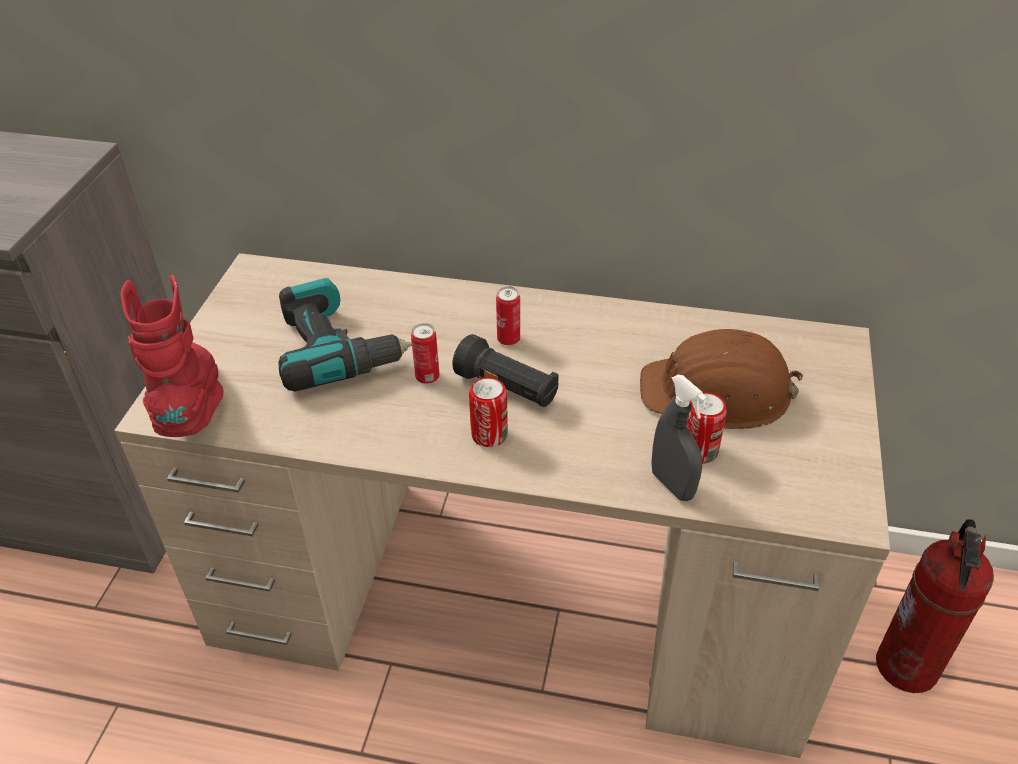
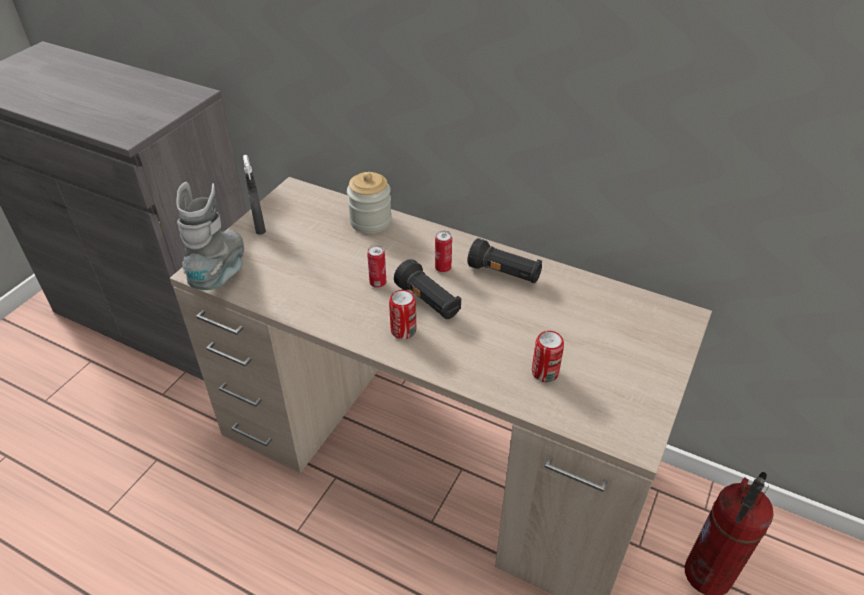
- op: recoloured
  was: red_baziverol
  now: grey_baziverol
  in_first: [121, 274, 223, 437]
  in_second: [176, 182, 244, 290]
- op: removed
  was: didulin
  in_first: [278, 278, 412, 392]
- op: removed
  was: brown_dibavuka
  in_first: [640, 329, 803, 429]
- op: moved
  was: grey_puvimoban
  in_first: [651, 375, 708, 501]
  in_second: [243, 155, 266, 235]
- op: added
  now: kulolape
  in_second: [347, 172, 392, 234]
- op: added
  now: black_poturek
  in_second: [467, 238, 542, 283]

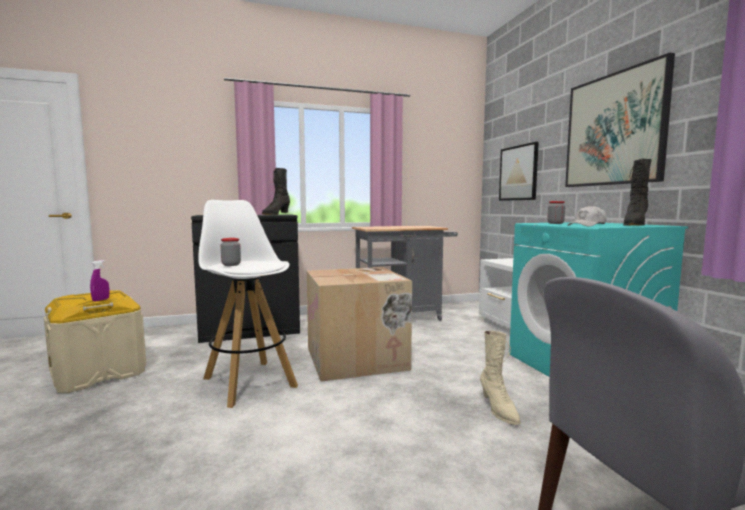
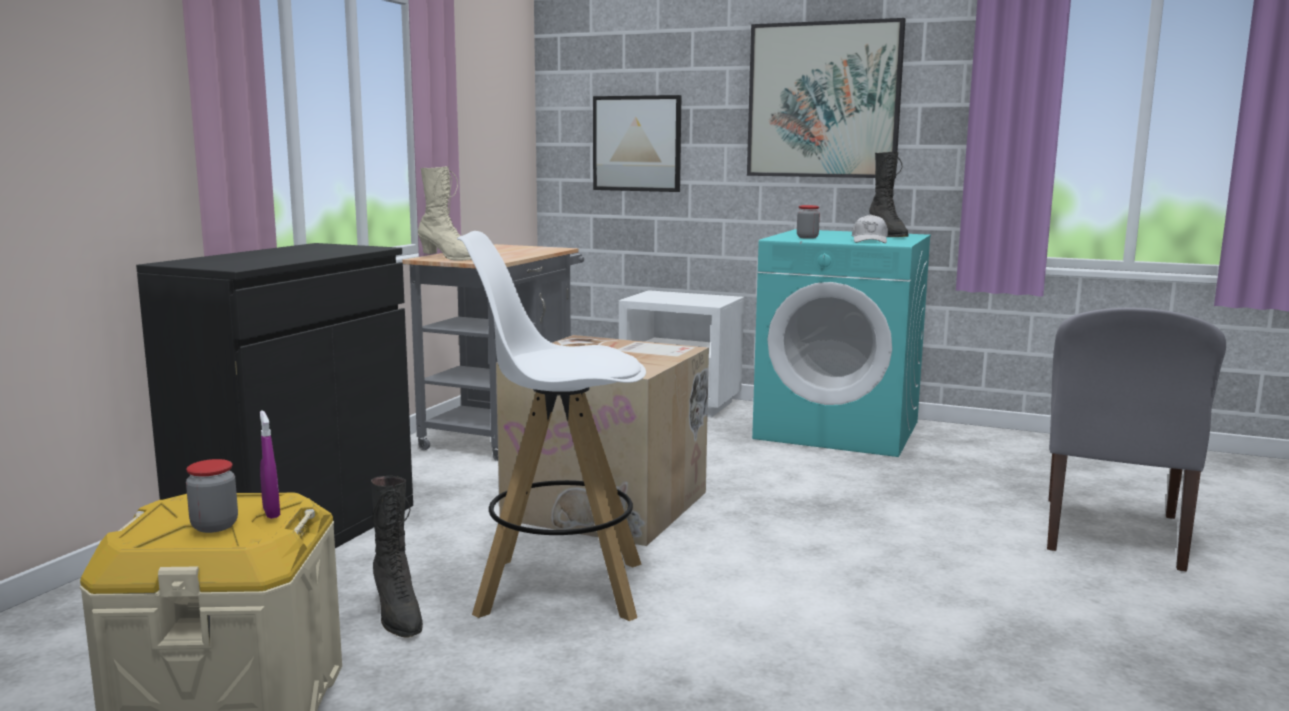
- op: moved
  was: kulolape
  in_first: [221, 238, 241, 266]
  in_second: [186, 459, 238, 533]
- op: moved
  was: black_baziverol
  in_first: [262, 168, 290, 215]
  in_second: [371, 476, 423, 638]
- op: moved
  was: beige_baziverol
  in_first: [480, 331, 521, 425]
  in_second: [418, 166, 472, 261]

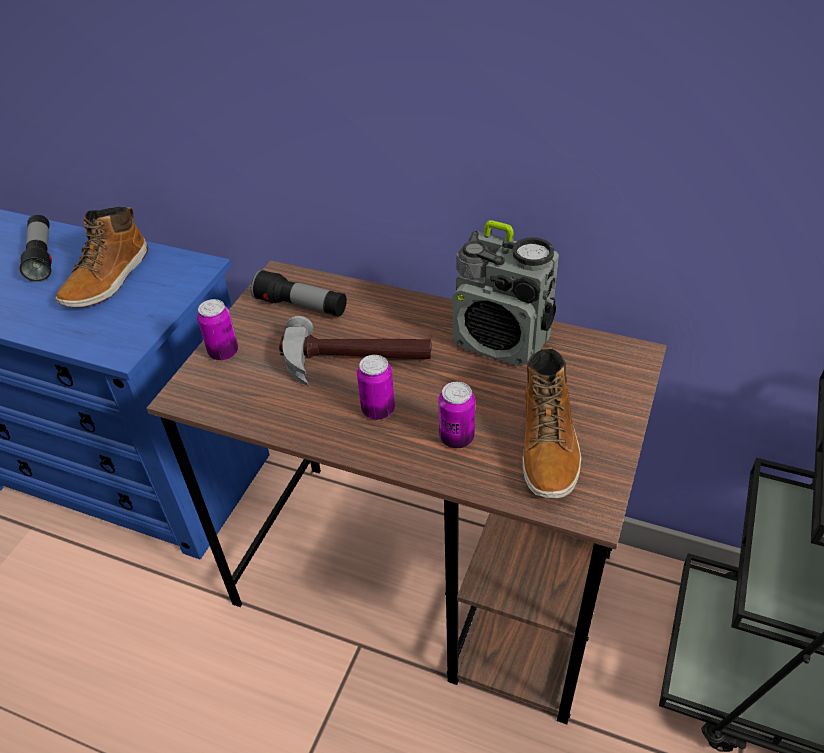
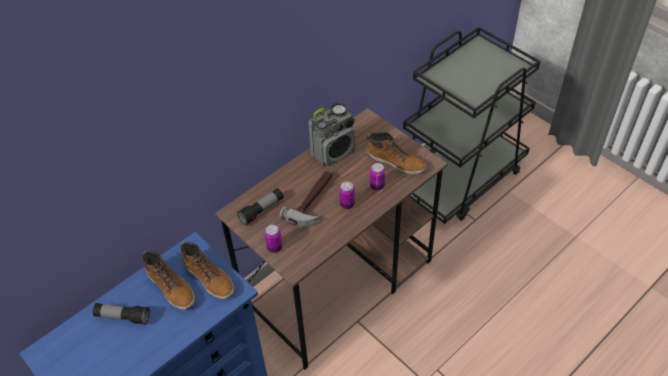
- op: added
  now: baziverol
  in_second: [180, 242, 234, 299]

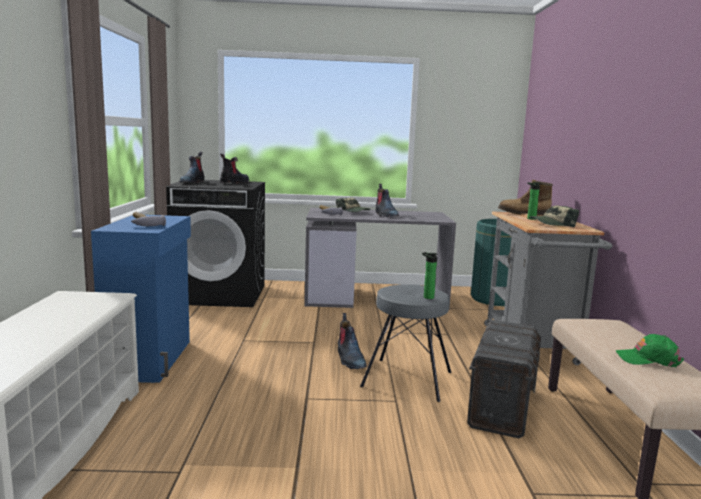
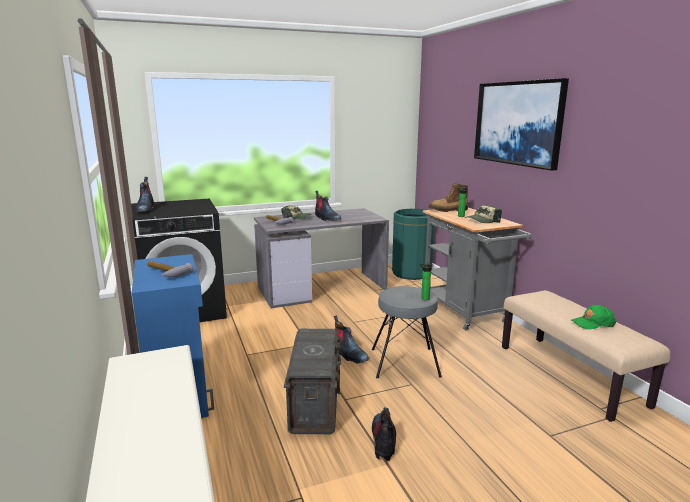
- op: moved
  was: baziverol
  in_first: [220, 154, 249, 183]
  in_second: [372, 407, 396, 461]
- op: moved
  was: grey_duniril
  in_first: [467, 320, 541, 438]
  in_second: [284, 329, 341, 434]
- op: added
  now: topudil
  in_second: [474, 78, 569, 171]

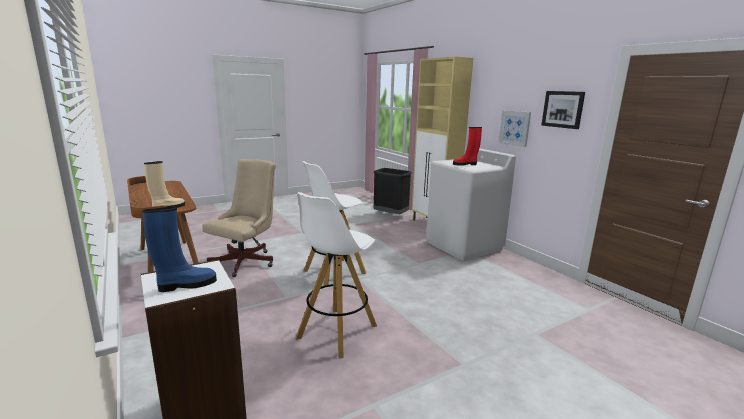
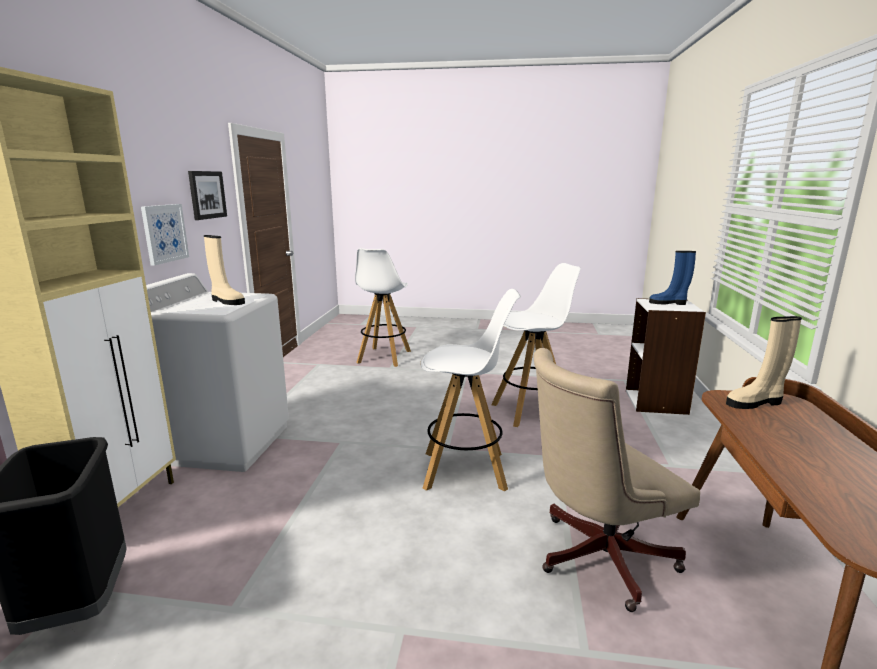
- op: recoloured
  was: red_baziverol
  now: beige_baziverol
  in_first: [453, 127, 482, 165]
  in_second: [204, 235, 245, 305]
- op: added
  now: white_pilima
  in_second: [355, 248, 411, 367]

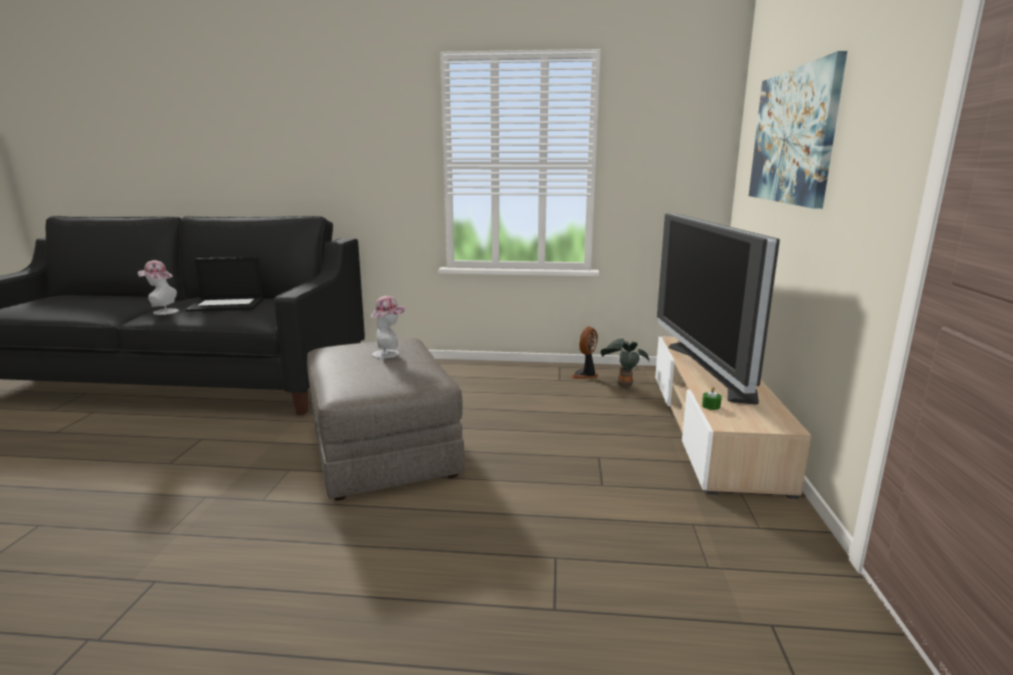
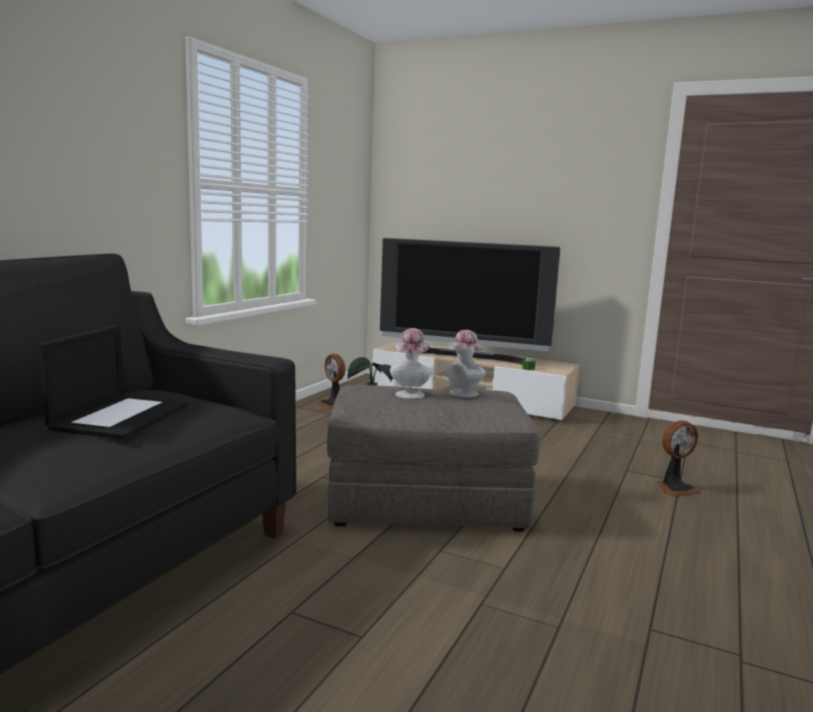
- op: moved
  was: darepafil
  in_first: [138, 260, 179, 315]
  in_second: [445, 330, 486, 398]
- op: removed
  was: topudil
  in_first: [749, 51, 847, 209]
- op: added
  now: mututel
  in_second: [657, 420, 701, 497]

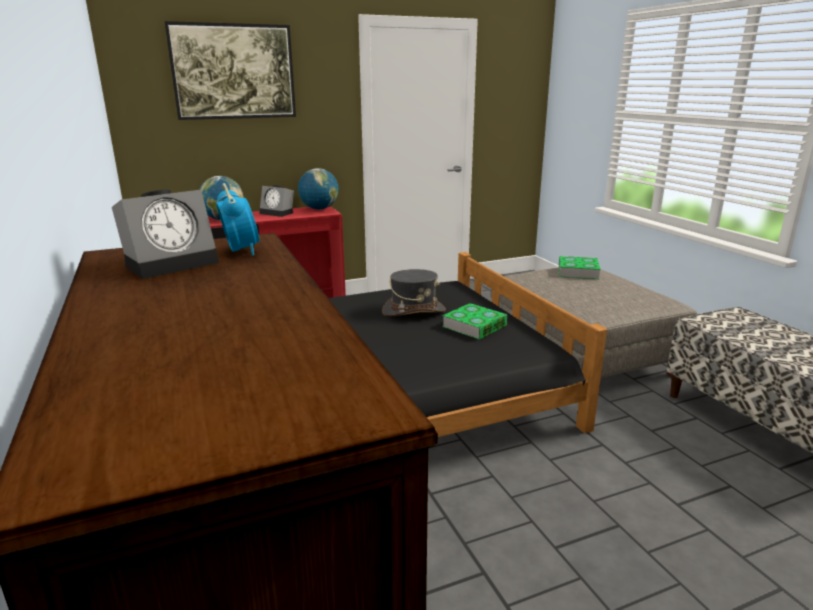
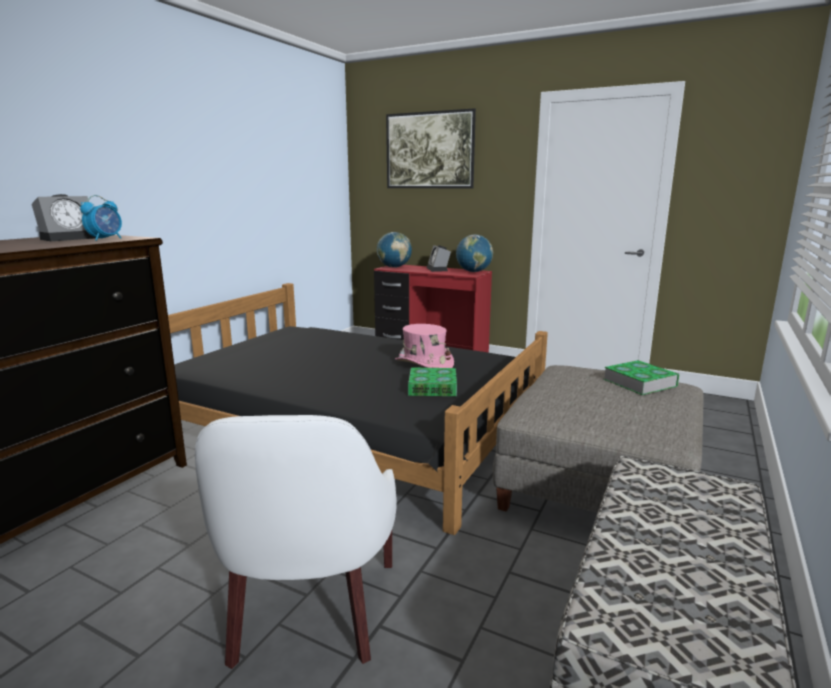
- op: turned
  was: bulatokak
  in_first: [112, 189, 219, 279]
  in_second: [32, 194, 96, 241]
  clockwise: -60
- op: recoloured
  was: grey_darepafil
  now: pink_darepafil
  in_first: [382, 269, 446, 316]
  in_second: [395, 324, 454, 368]
- op: added
  now: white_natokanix
  in_second: [195, 415, 397, 669]

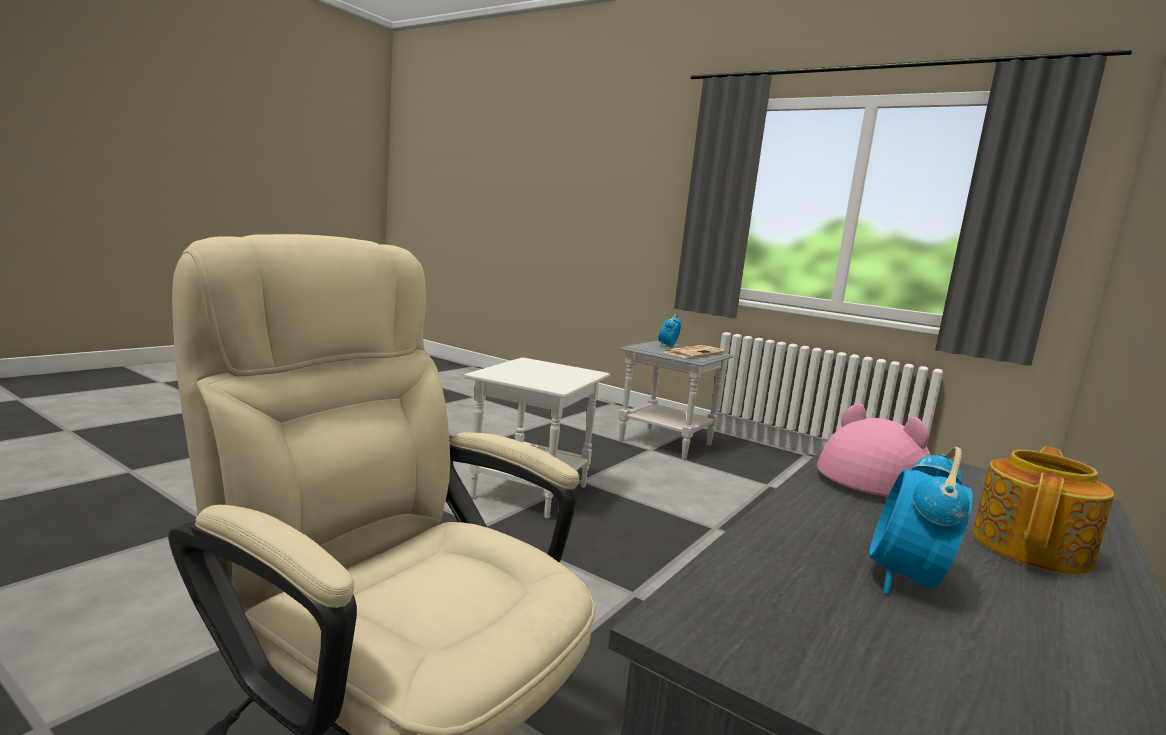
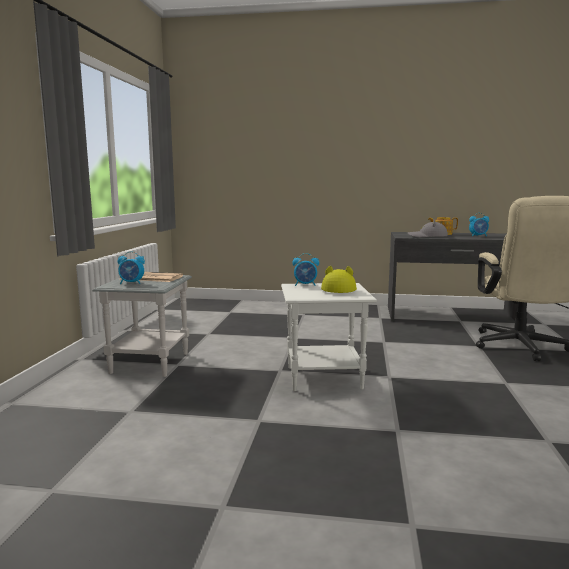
- op: recoloured
  was: pink_darepafil
  now: grey_darepafil
  in_first: [817, 403, 931, 497]
  in_second: [408, 219, 448, 238]
- op: added
  now: bulatokak
  in_second: [292, 253, 319, 286]
- op: added
  now: yellow_darepafil
  in_second: [321, 266, 357, 293]

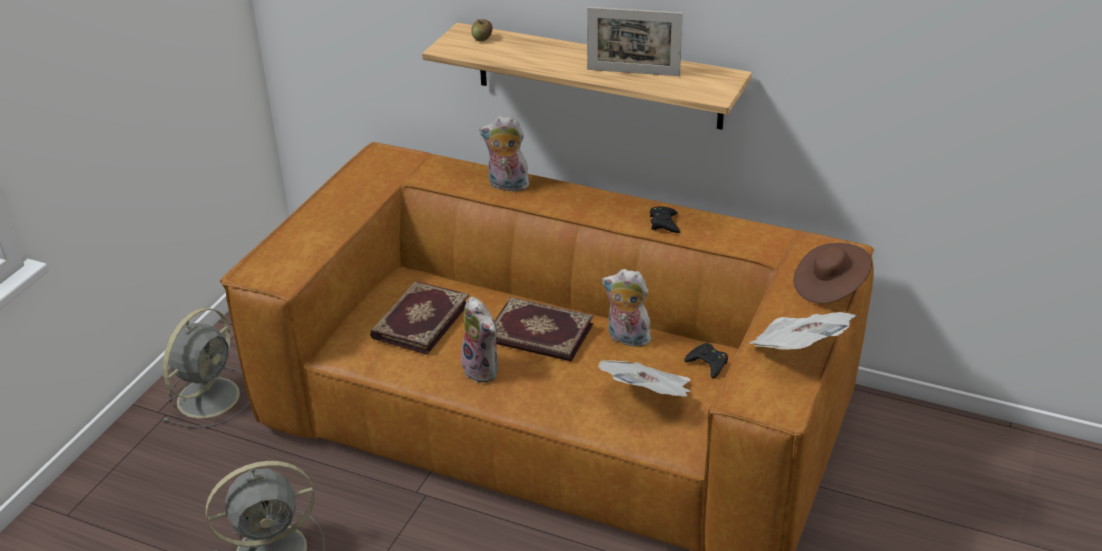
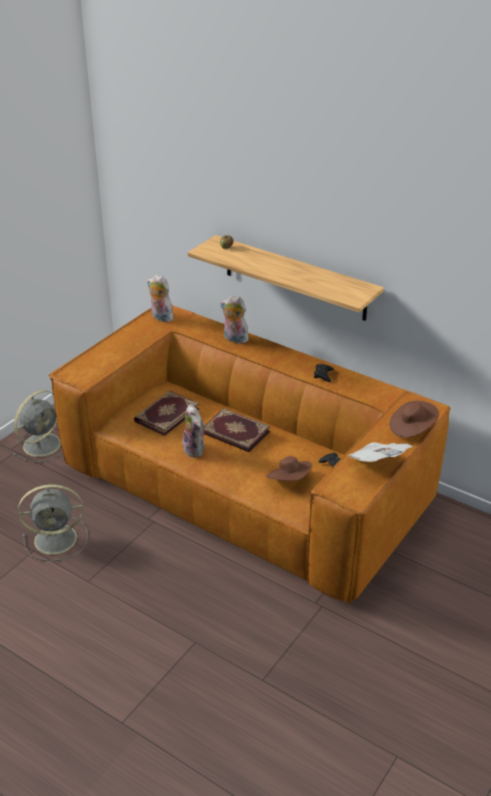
- op: removed
  was: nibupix
  in_first: [587, 7, 683, 76]
- op: replaced
  was: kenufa
  now: brown_darepafil
  in_first: [599, 360, 691, 397]
  in_second: [266, 456, 312, 481]
- op: moved
  was: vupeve
  in_first: [602, 269, 653, 347]
  in_second: [147, 275, 174, 322]

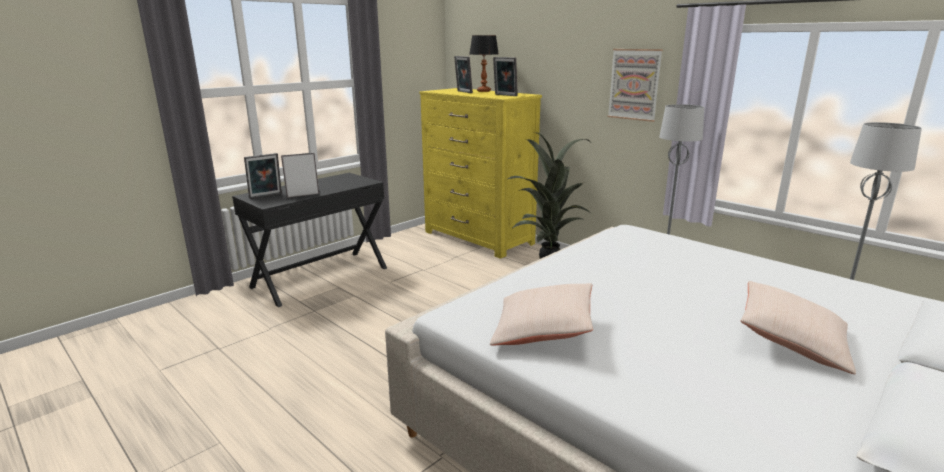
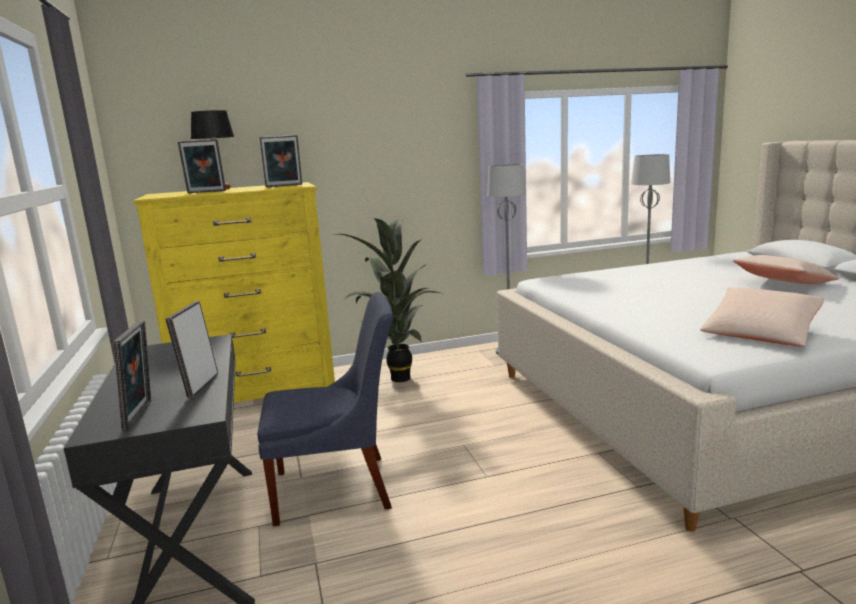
- op: removed
  was: topudil
  in_first: [608, 49, 663, 122]
- op: added
  now: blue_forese
  in_second: [257, 292, 393, 526]

